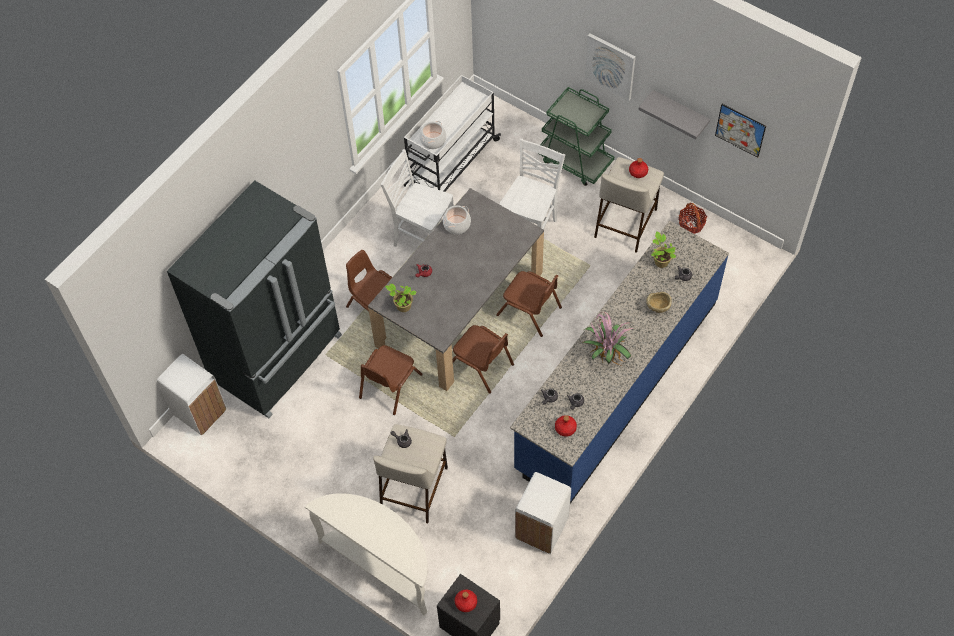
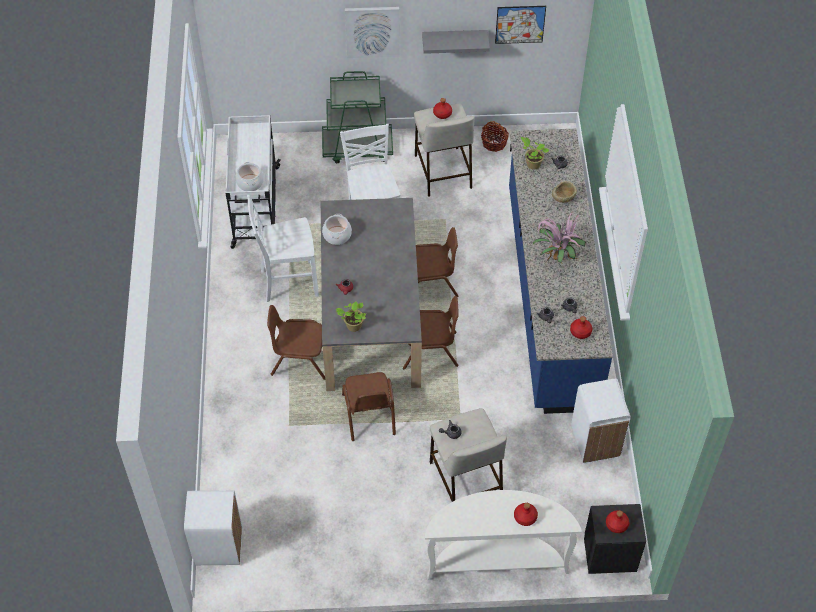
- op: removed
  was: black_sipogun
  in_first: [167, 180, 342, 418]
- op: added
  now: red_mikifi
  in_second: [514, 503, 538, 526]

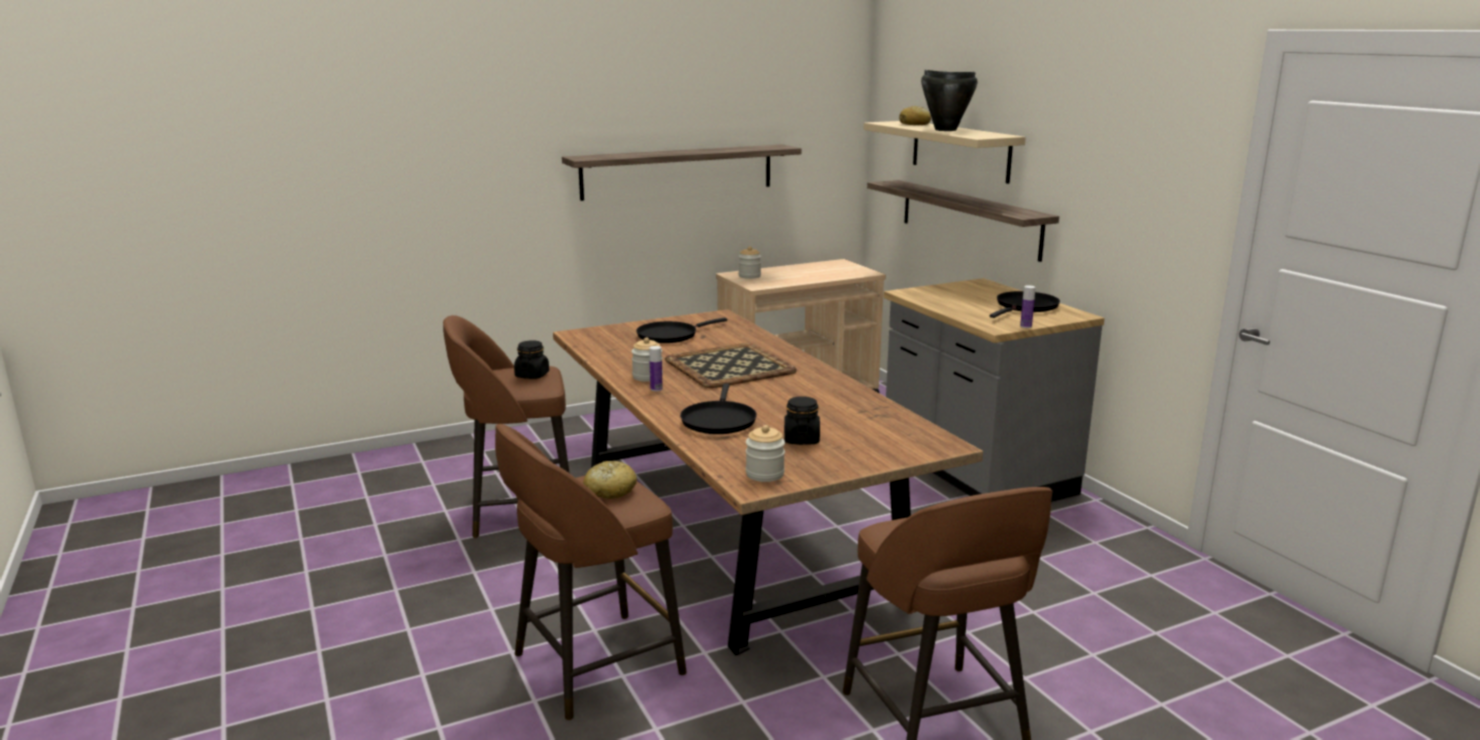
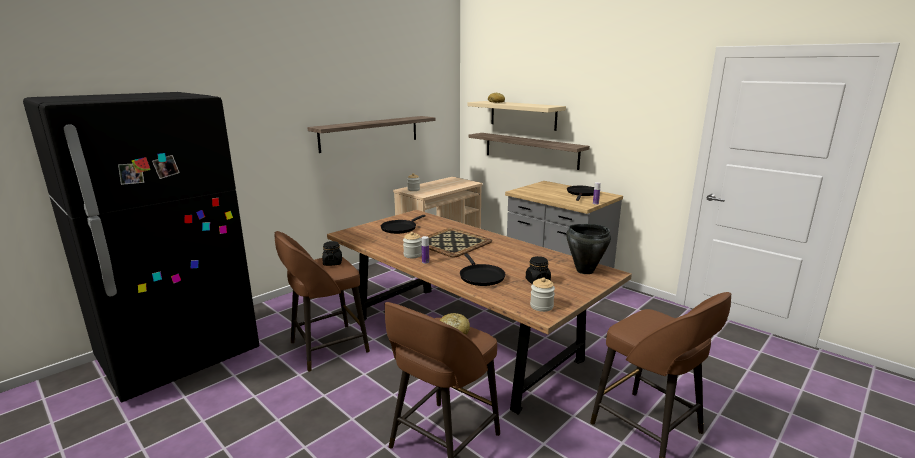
- op: moved
  was: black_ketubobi
  in_first: [921, 70, 977, 131]
  in_second: [566, 224, 611, 274]
- op: added
  now: black_sipogun
  in_second: [23, 92, 260, 402]

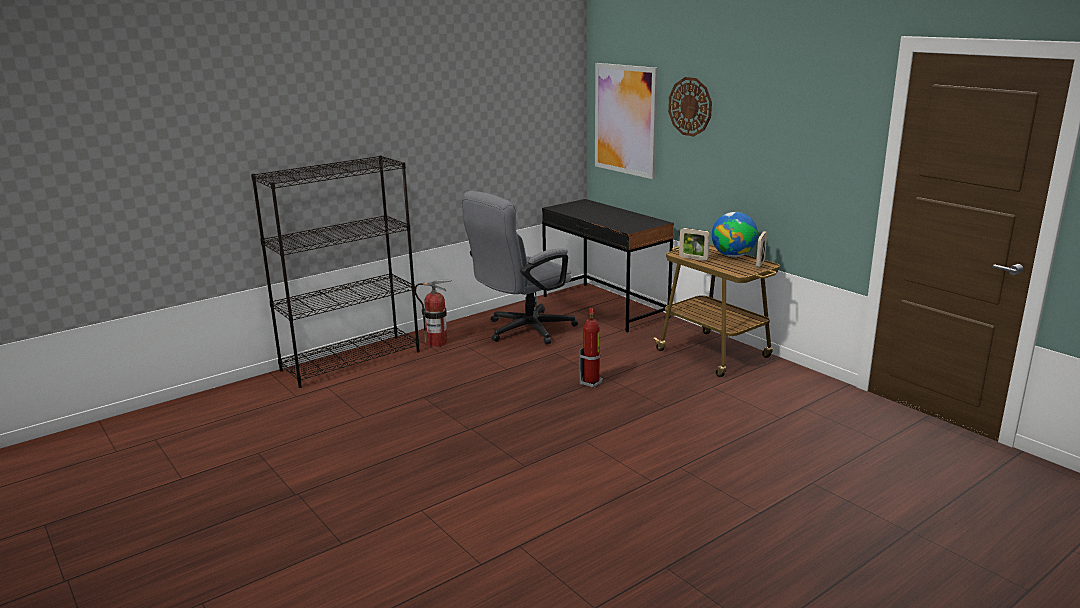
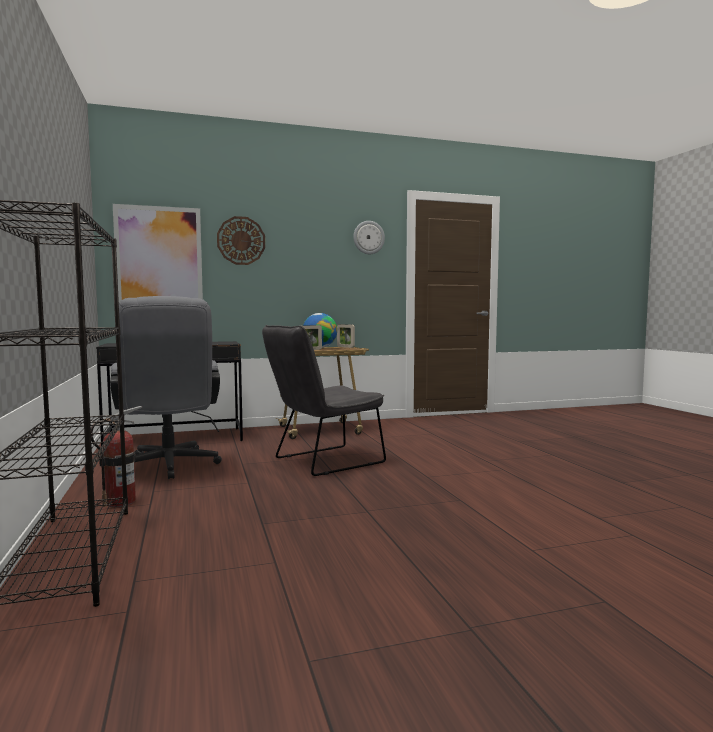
- op: replaced
  was: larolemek
  now: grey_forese
  in_first: [580, 308, 603, 388]
  in_second: [262, 325, 386, 476]
- op: added
  now: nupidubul
  in_second: [353, 221, 385, 254]

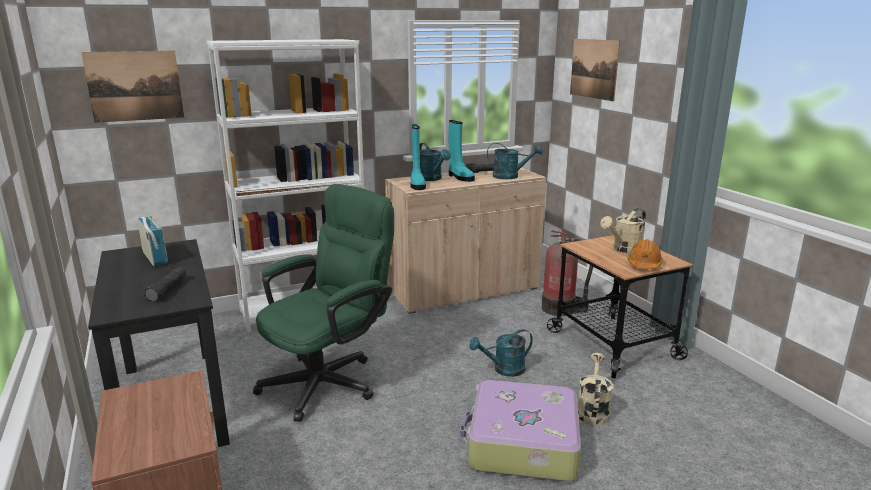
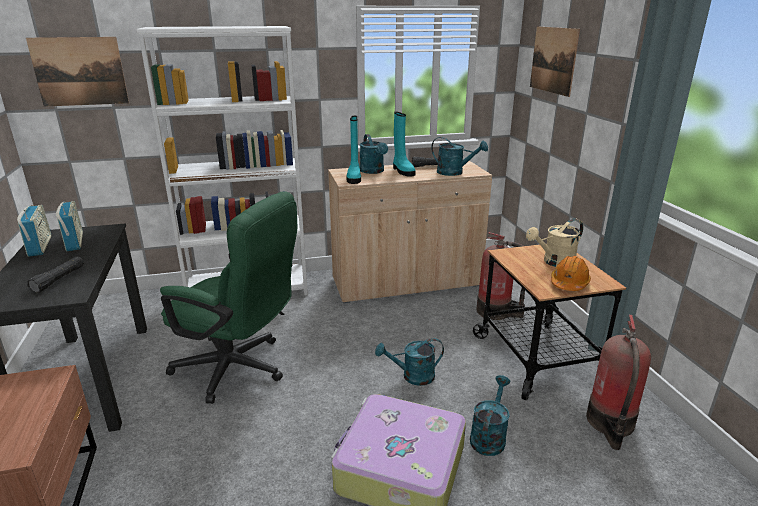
- op: turned
  was: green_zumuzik
  in_first: [253, 184, 394, 422]
  in_second: [160, 191, 297, 404]
  clockwise: 60
- op: recoloured
  was: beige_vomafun
  now: turquoise_vomafun
  in_first: [578, 353, 613, 425]
  in_second: [470, 375, 510, 456]
- op: added
  now: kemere
  in_second: [17, 205, 51, 257]
- op: added
  now: larolemek
  in_second: [586, 315, 651, 450]

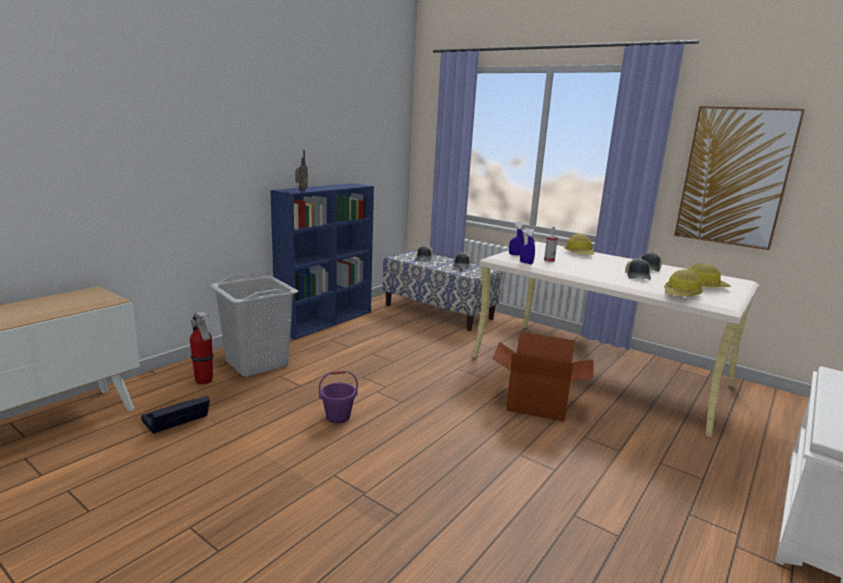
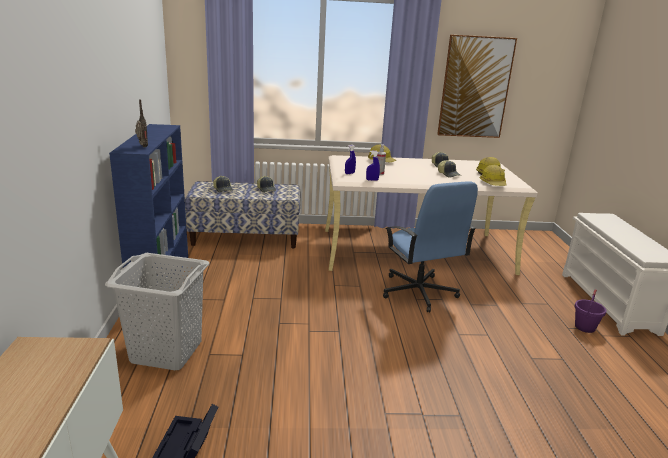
- op: removed
  was: larolemek
  in_first: [190, 312, 214, 384]
- op: moved
  was: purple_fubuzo
  in_first: [319, 371, 358, 423]
  in_second: [575, 289, 606, 333]
- op: replaced
  was: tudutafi
  now: blue_zumuzik
  in_first: [492, 332, 594, 422]
  in_second: [383, 181, 478, 312]

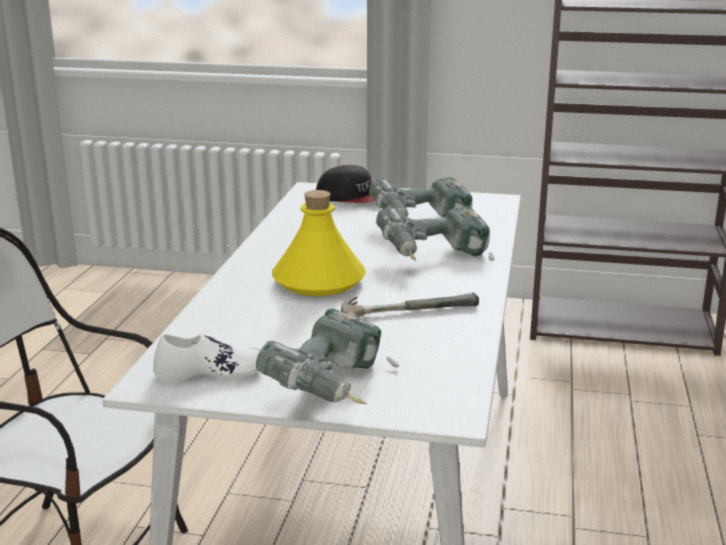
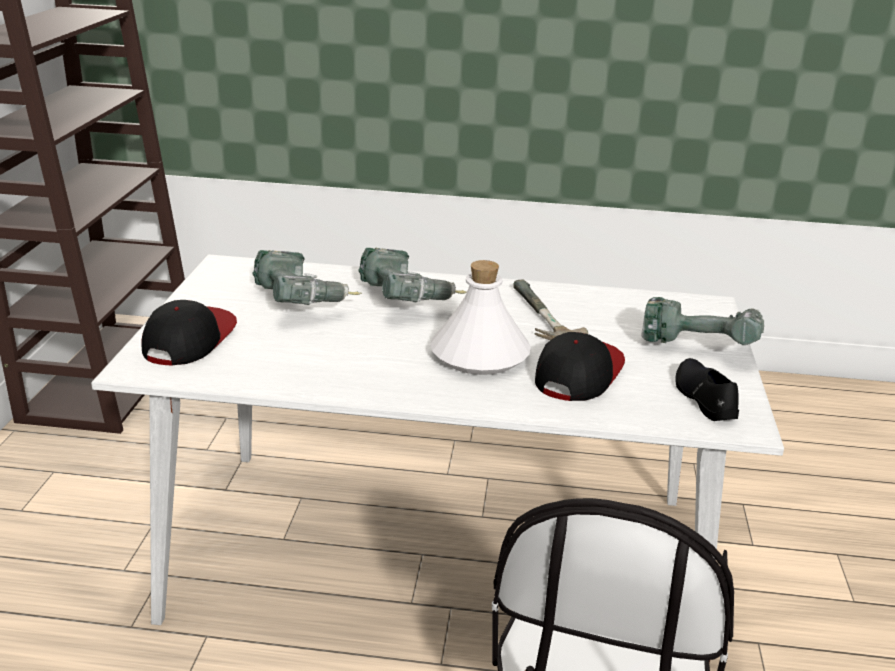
- op: recoloured
  was: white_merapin
  now: black_merapin
  in_first: [153, 334, 260, 382]
  in_second: [675, 358, 739, 421]
- op: recoloured
  was: yellow_mikifi
  now: white_mikifi
  in_first: [272, 190, 366, 296]
  in_second: [430, 260, 531, 375]
- op: added
  now: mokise
  in_second: [535, 332, 625, 401]

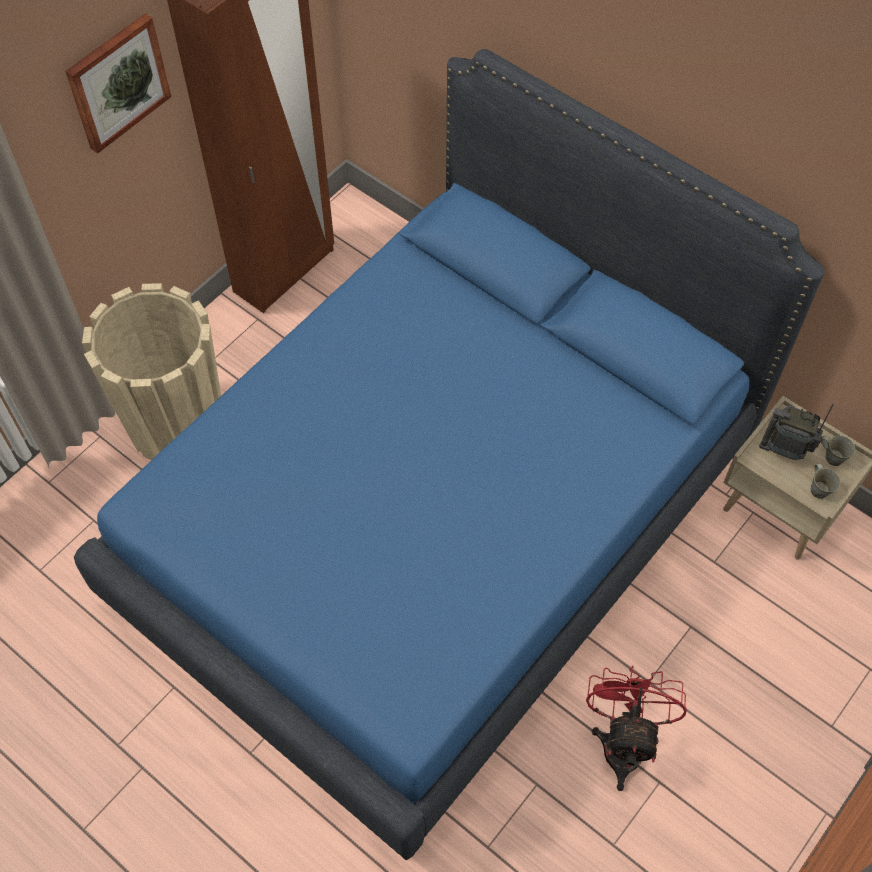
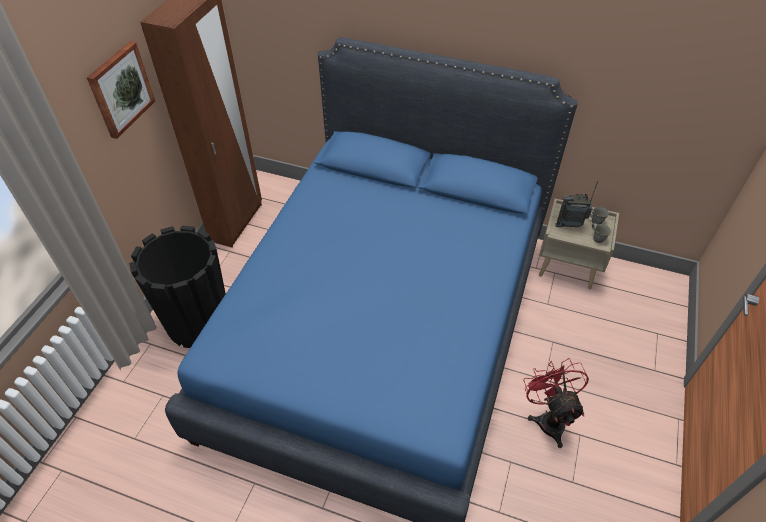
- op: recoloured
  was: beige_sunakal
  now: black_sunakal
  in_first: [82, 283, 221, 460]
  in_second: [129, 225, 226, 348]

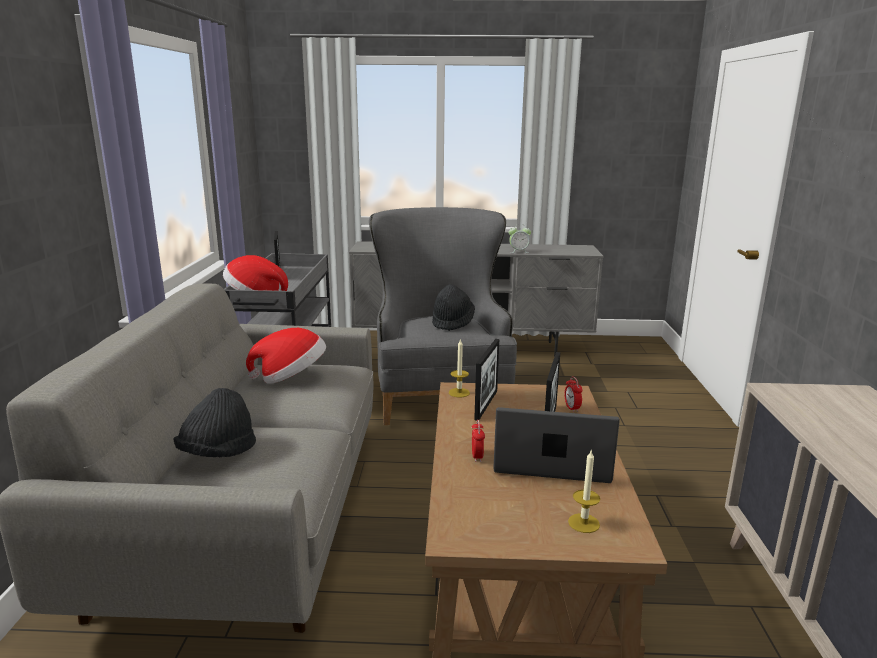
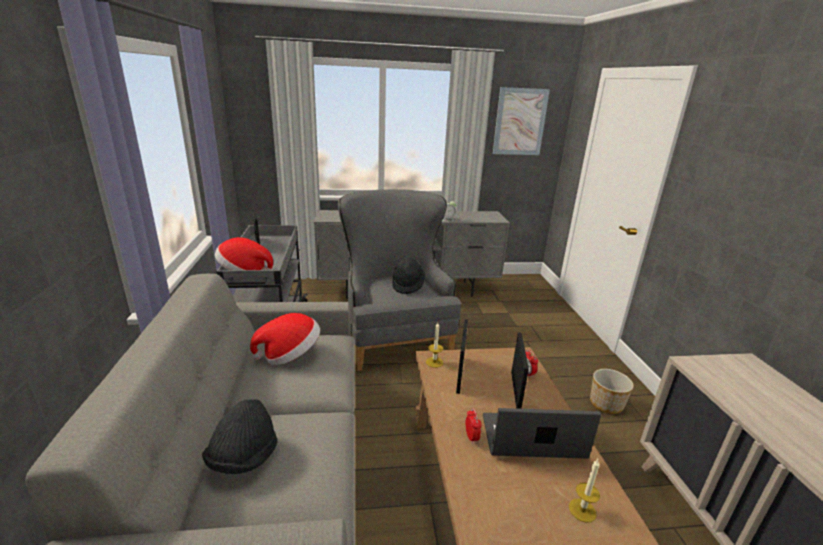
- op: added
  now: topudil
  in_second: [493, 87, 550, 155]
- op: added
  now: sunakal
  in_second: [590, 369, 634, 414]

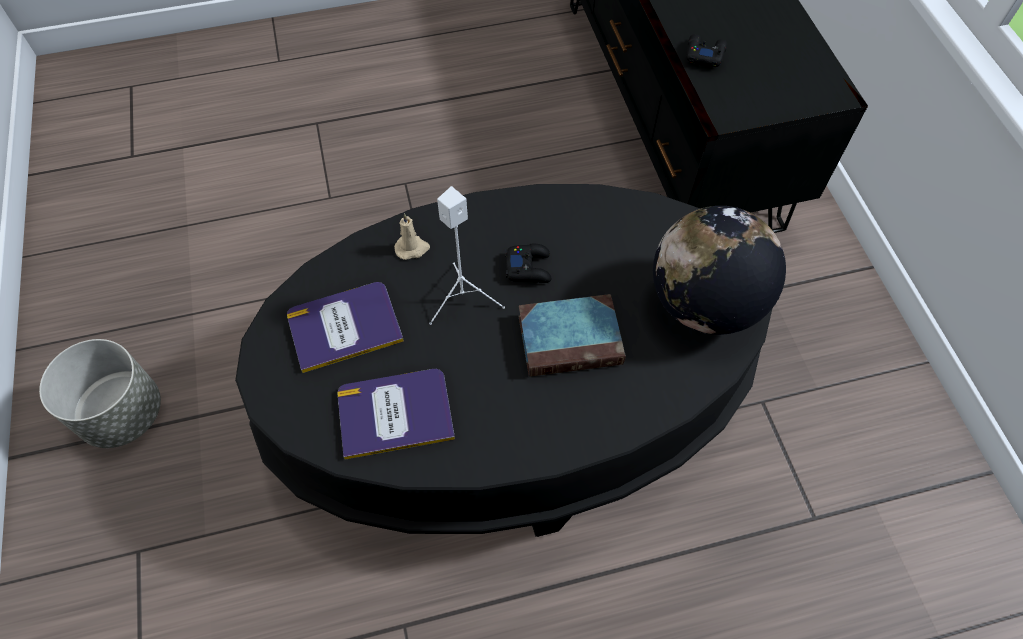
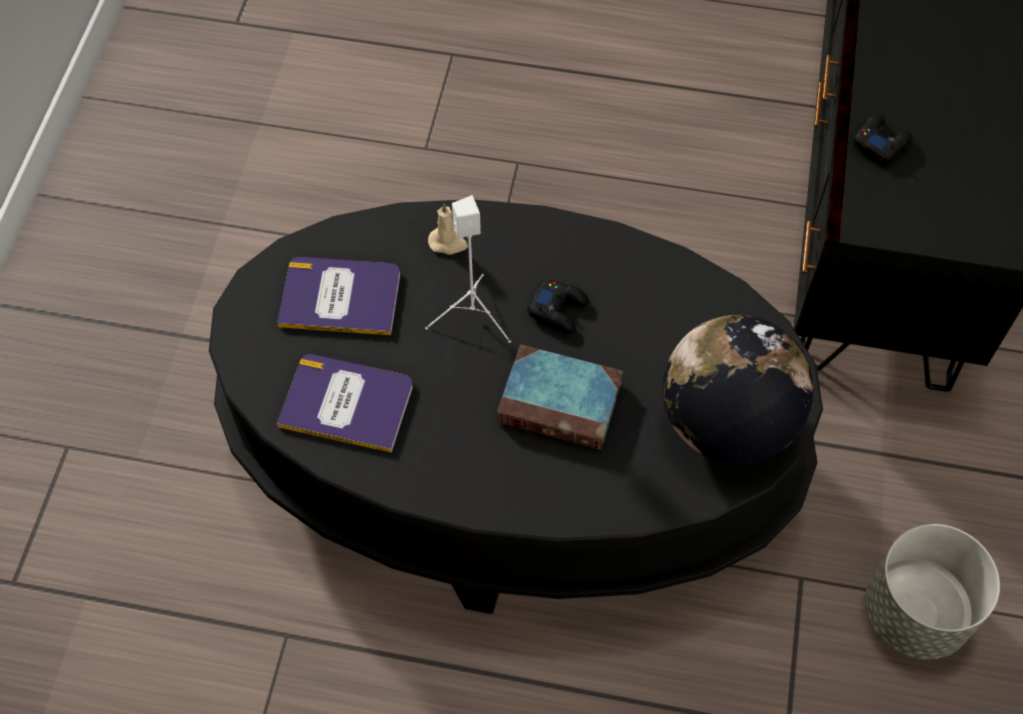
- op: moved
  was: grey_sunakal
  in_first: [39, 339, 161, 448]
  in_second: [865, 524, 1000, 660]

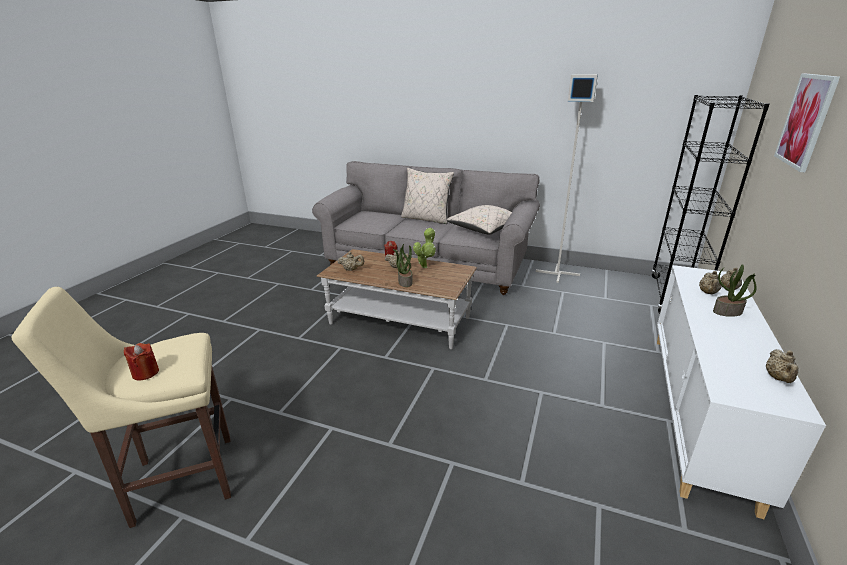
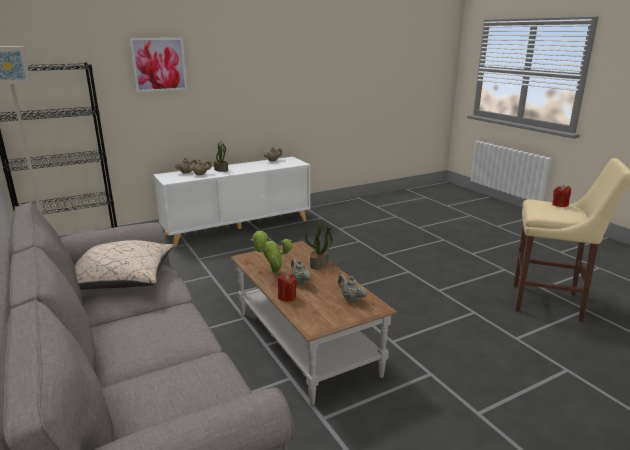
- op: removed
  was: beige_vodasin
  in_first: [401, 168, 454, 224]

